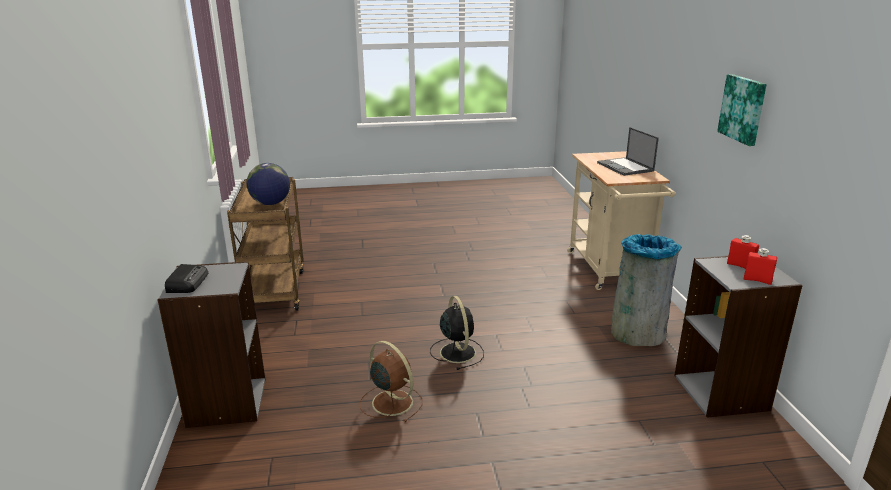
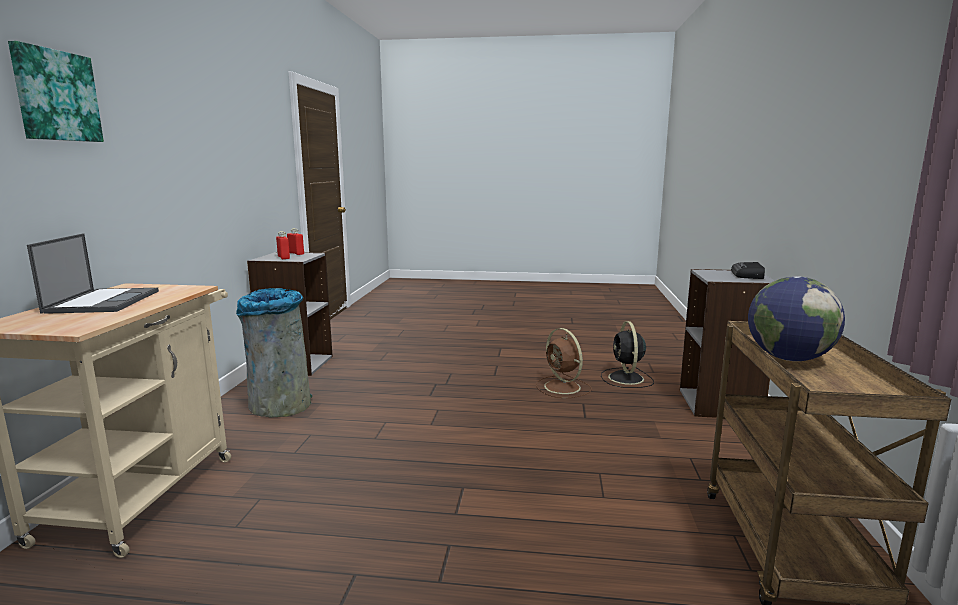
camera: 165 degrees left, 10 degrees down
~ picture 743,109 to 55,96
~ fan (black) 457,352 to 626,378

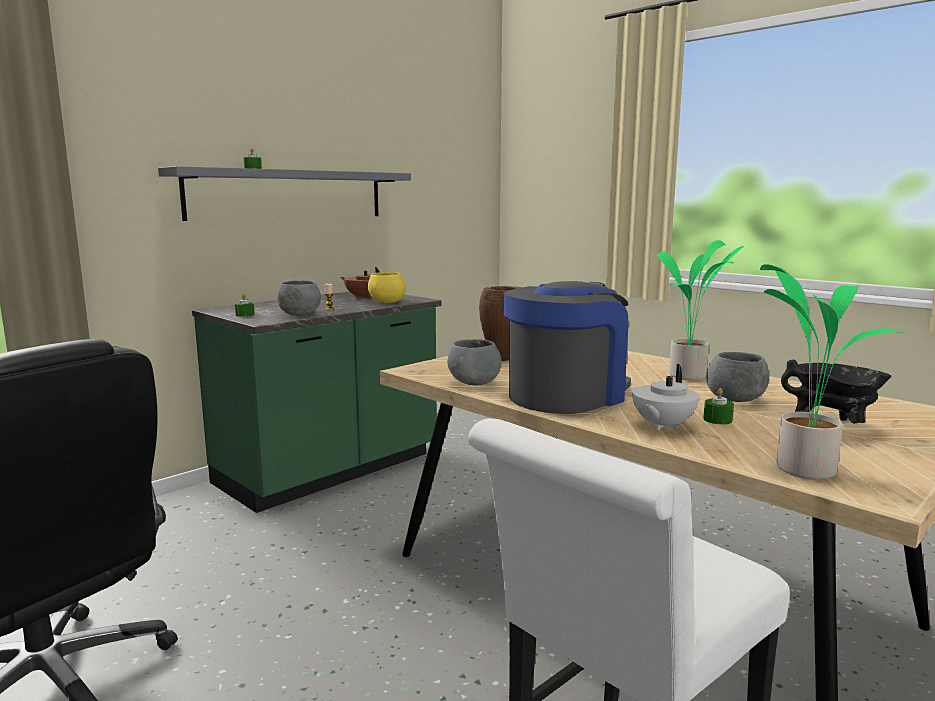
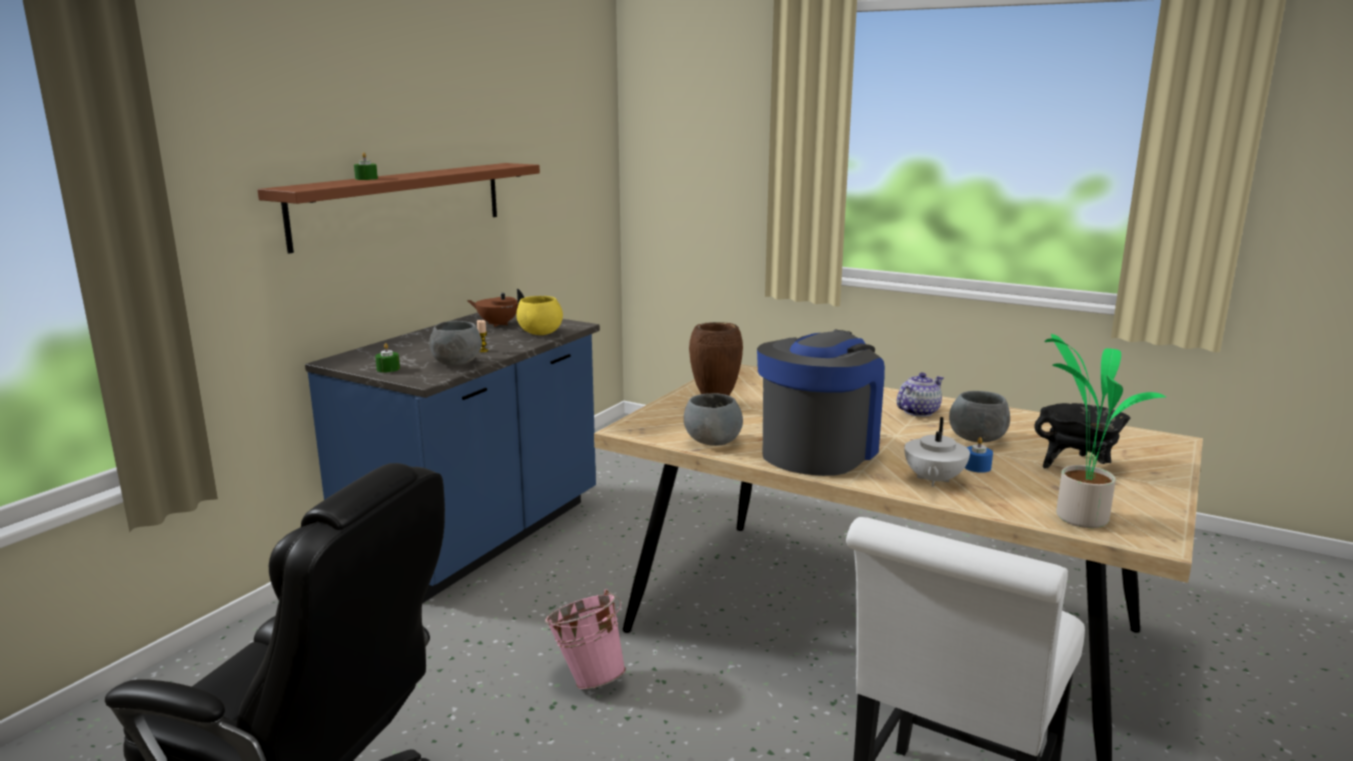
camera: 15 degrees left, 5 degrees up
~ shelf (grey) 289,194 to shelf (brown) 401,203
~ counter (green) 330,470 to counter (blue) 477,538
+ bucket (pink) 588,677
~ potted plant 690,376 to teapot 918,411
~ candle (green) 717,420 to candle (blue) 977,467

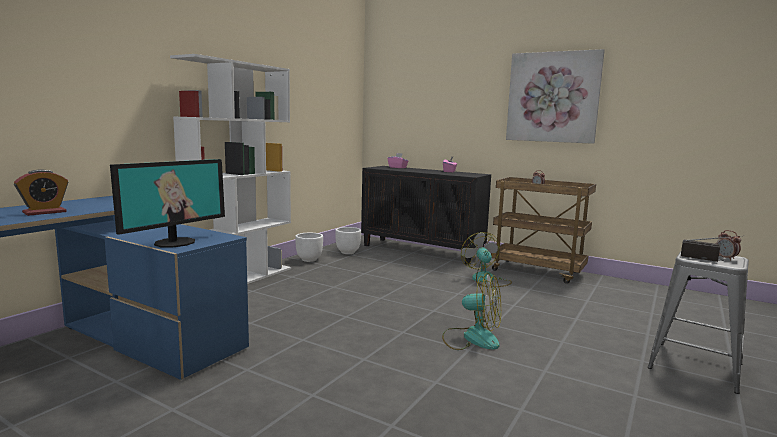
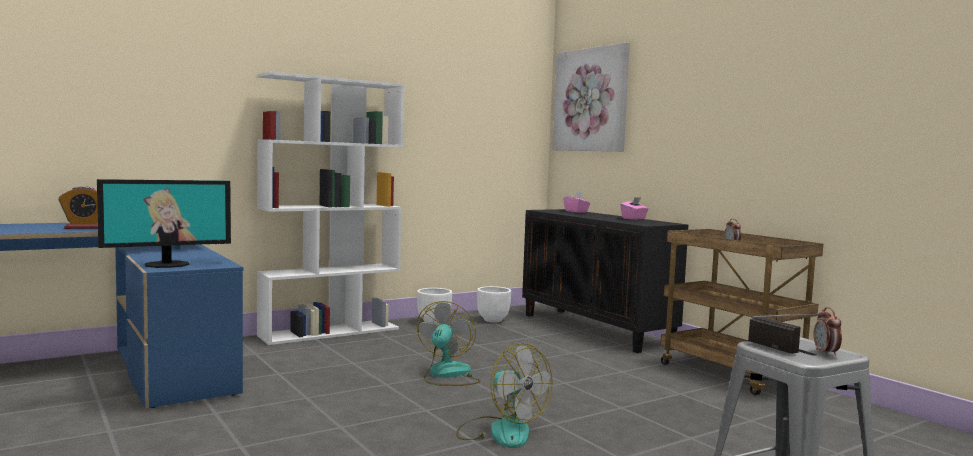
camera: 25 degrees right, 5 degrees down
~ fan 486,280 to 447,375
~ picture 552,97 to 590,100

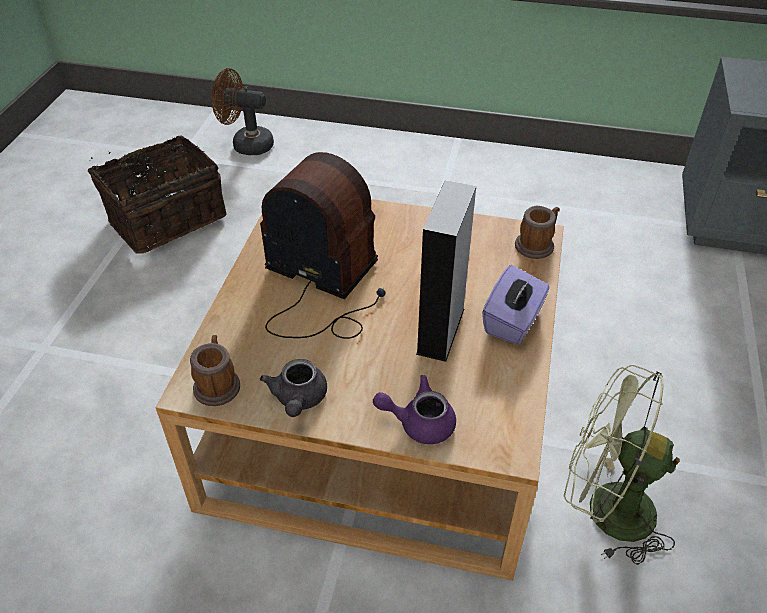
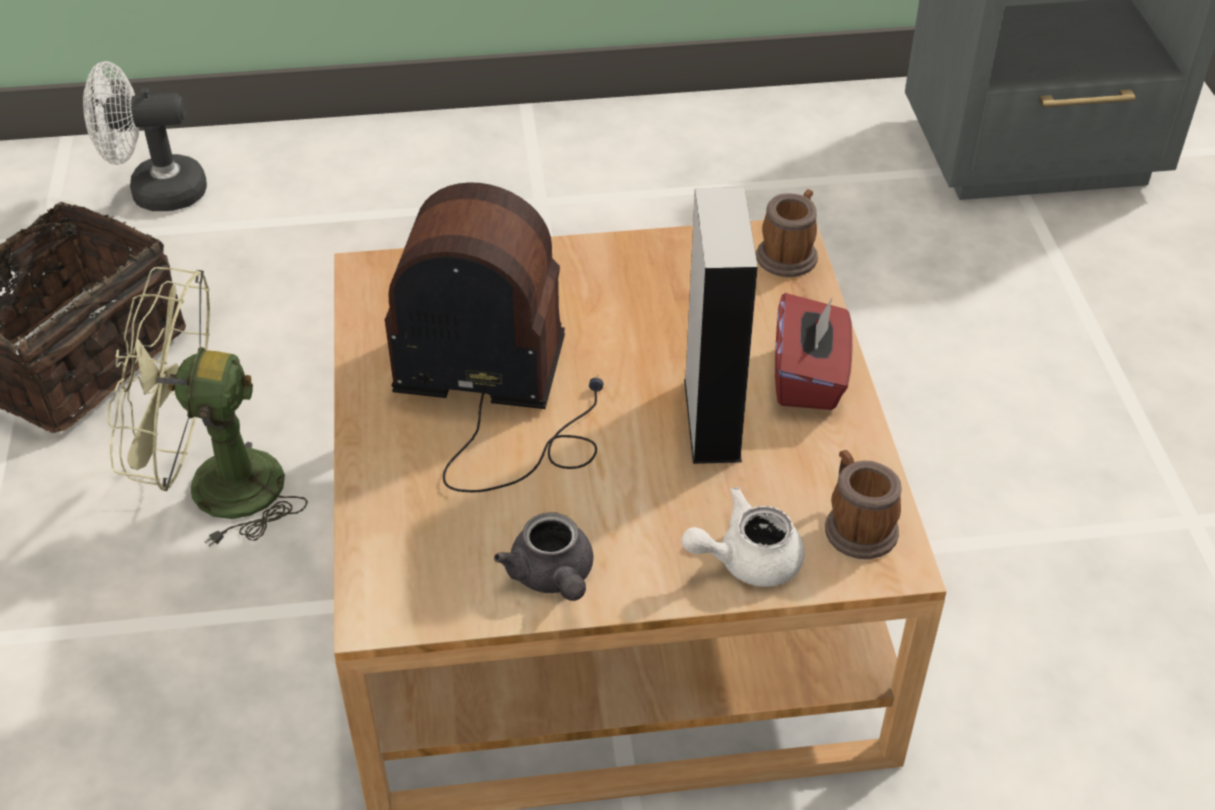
camera: 20 degrees left, 0 degrees up
~ fan (brown) 246,144 to fan (white) 155,192
~ fan (green) 605,509 to 214,488
~ teapot (purple) 419,422 to teapot (white) 746,560
~ tissue box (purple) 513,321 to tissue box (red) 809,378
~ mug 217,383 to 856,525

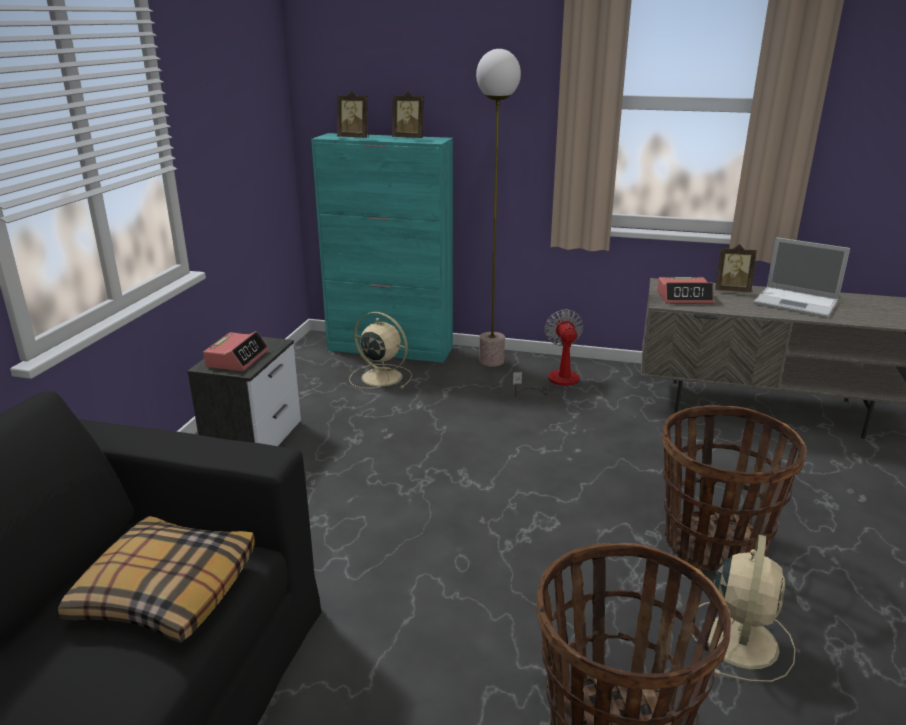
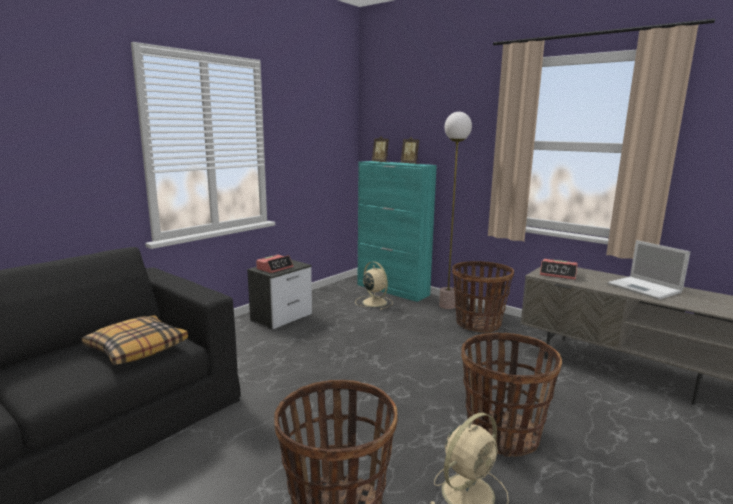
camera: 25 degrees right, 10 degrees down
~ fan 555,382 to basket 478,324
- picture frame 731,290

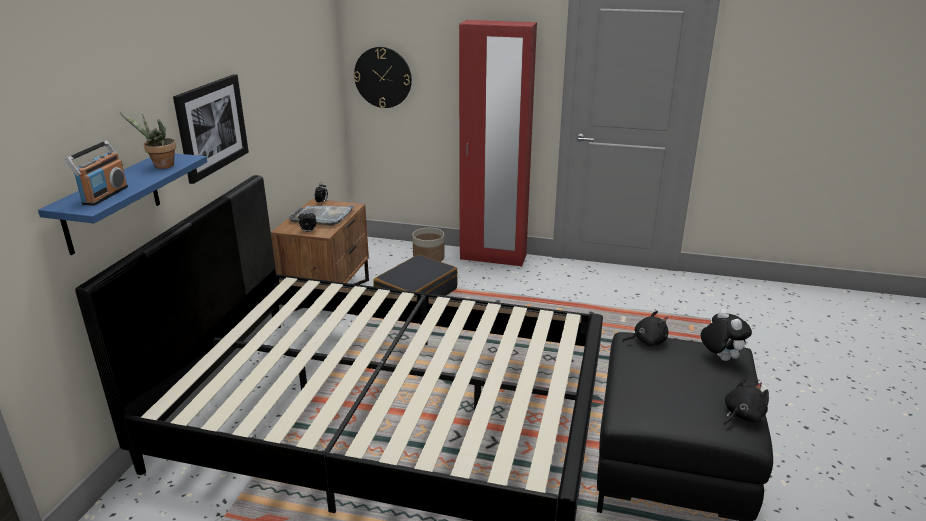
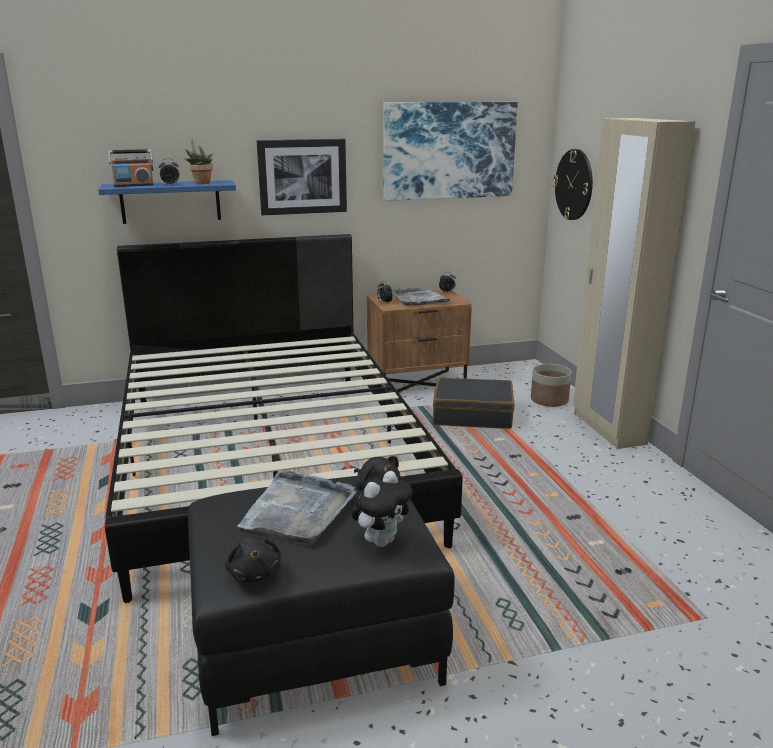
camera: 60 degrees right, 5 degrees down
+ alarm clock 170,184
~ plush toy (black) 742,415 = 254,573 45 degrees clockwise
+ tray (grey) 298,510
+ picture 449,150
~ wardrobe (red) 493,258 to wardrobe (beige) 607,428

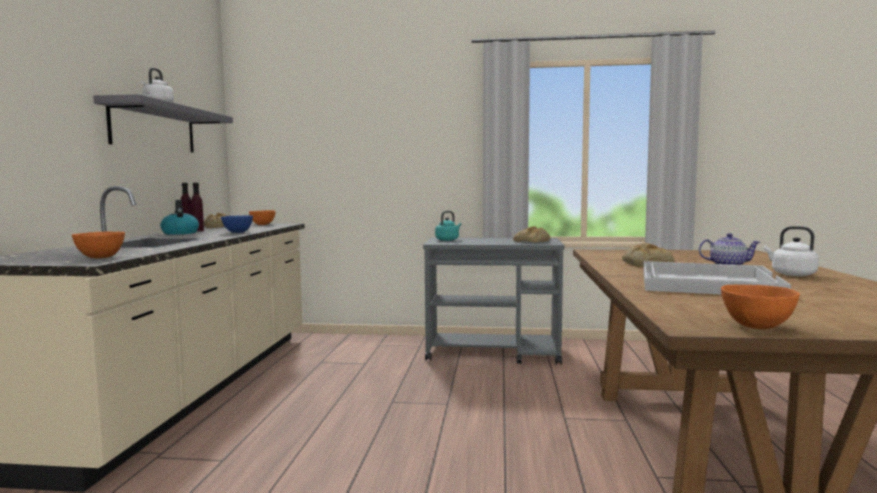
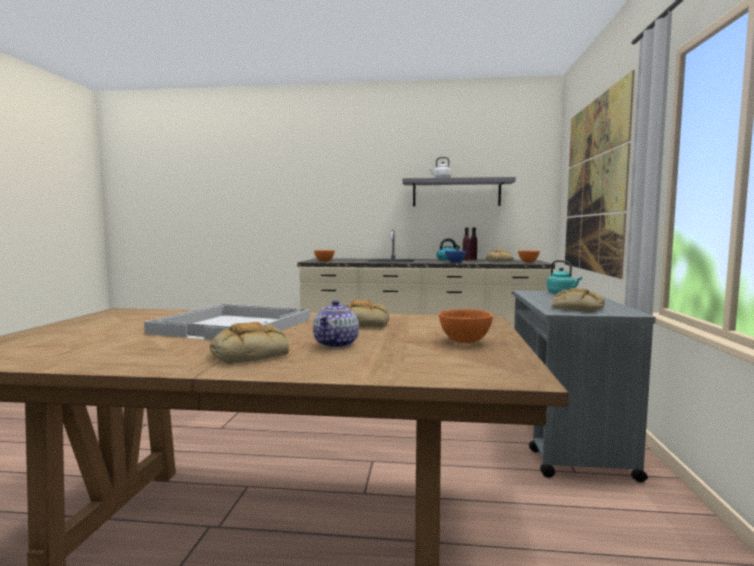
camera: 90 degrees right, 0 degrees up
~ kettle (white) 791,274 to bread 250,354
~ bowl (orange) 757,326 to 465,342
+ picture 593,186

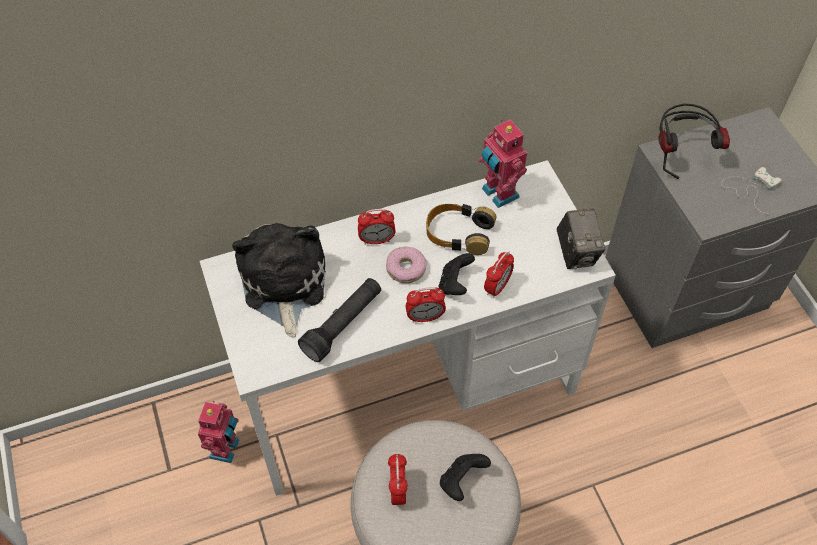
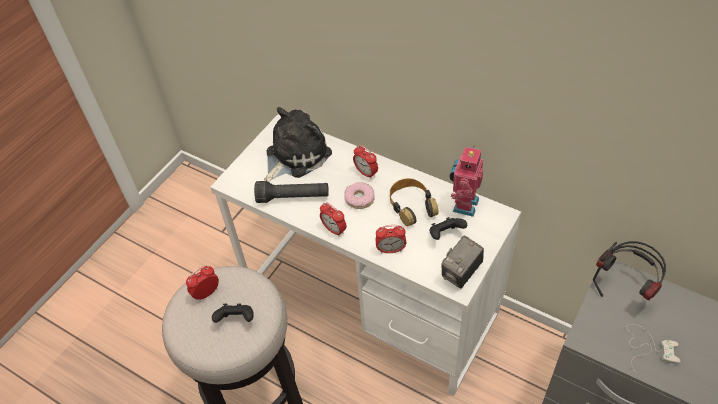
camera: 55 degrees right, 5 degrees down
~ game controller (black) 455,284 to 445,235
- toy robot 226,449

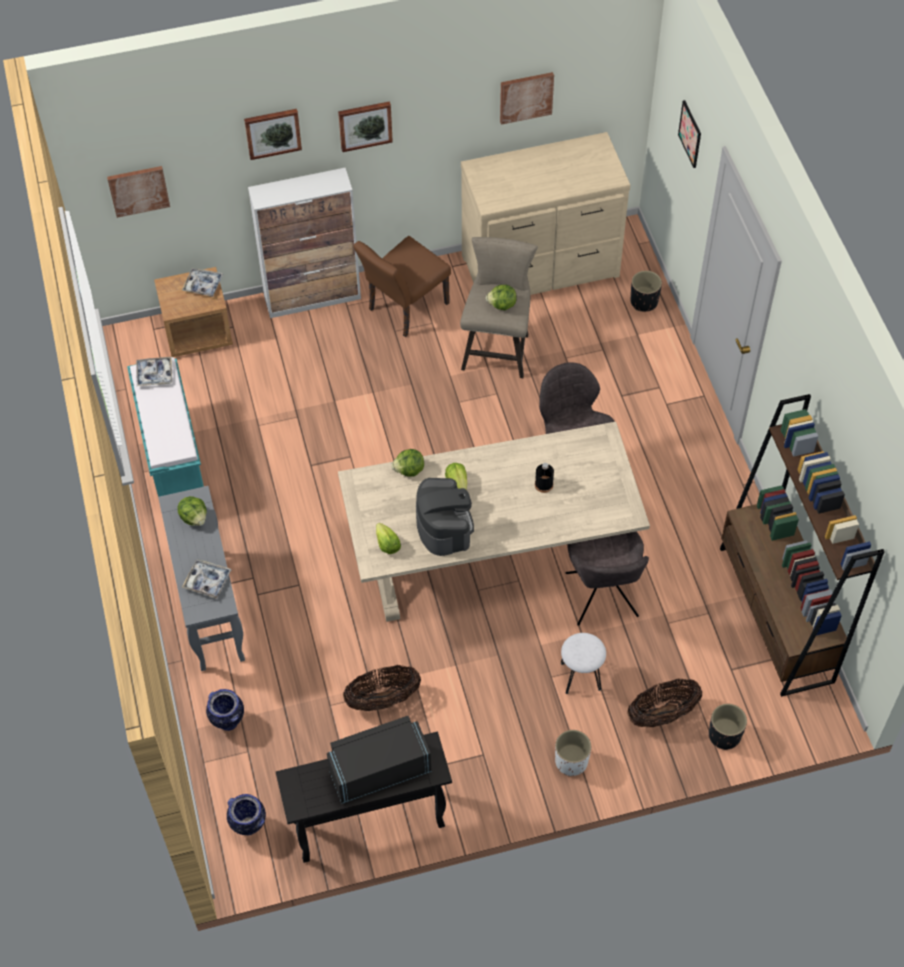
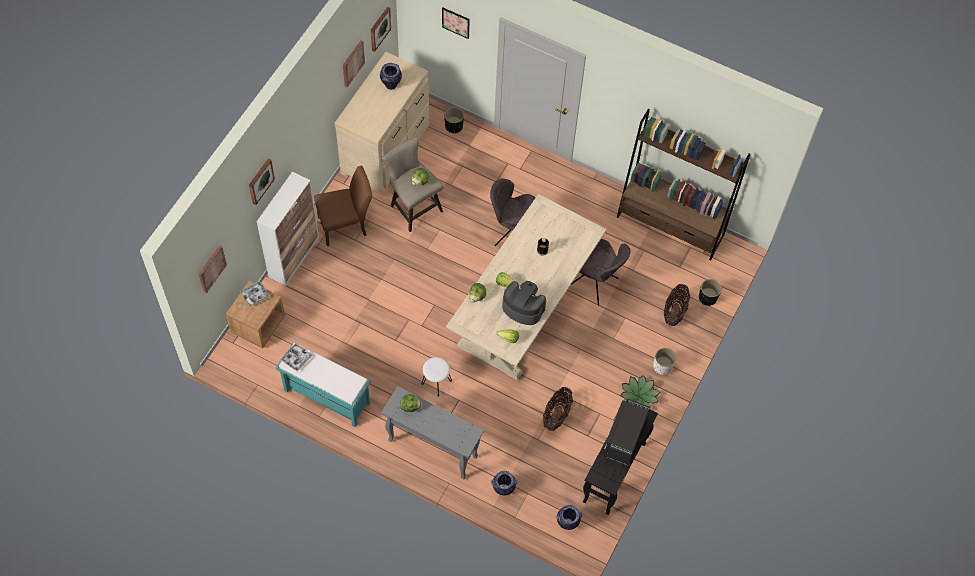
camera: 50 degrees left, 5 degrees up
~ chair (brown) 403,309 = 346,225 105 degrees counterclockwise
~ picture 365,125 to 379,28
+ vase 391,85
~ stool (white) 581,676 to 436,382
+ potted plant 639,396
- tray 207,581

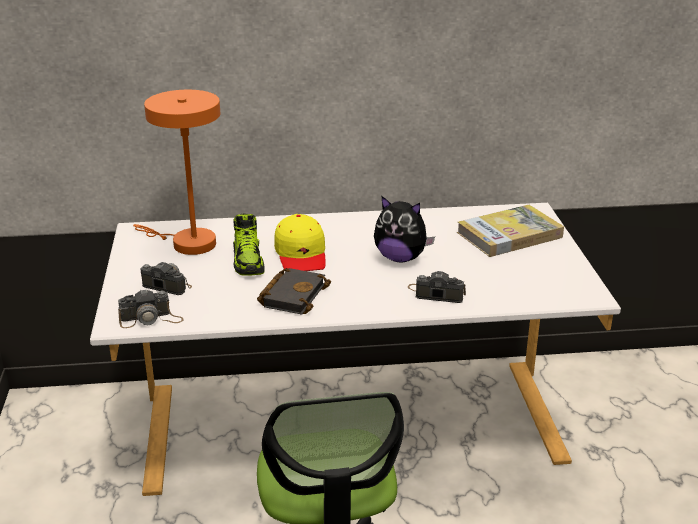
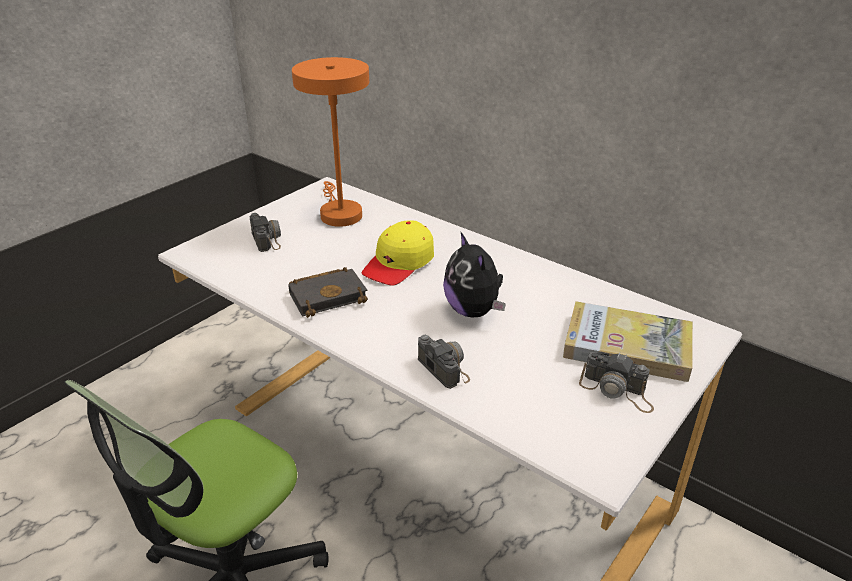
camera: 45 degrees right, 5 degrees up
~ photo camera 151,319 to 617,391
- shoe 248,262

